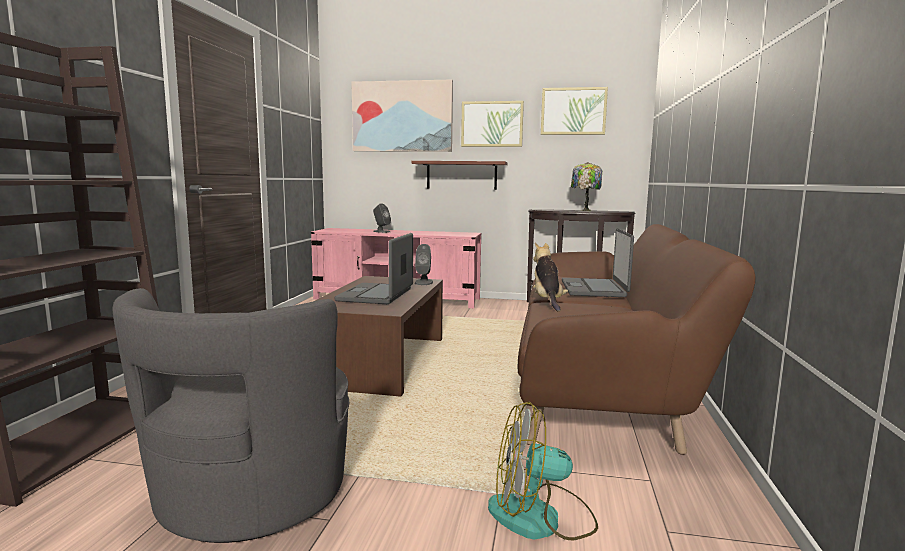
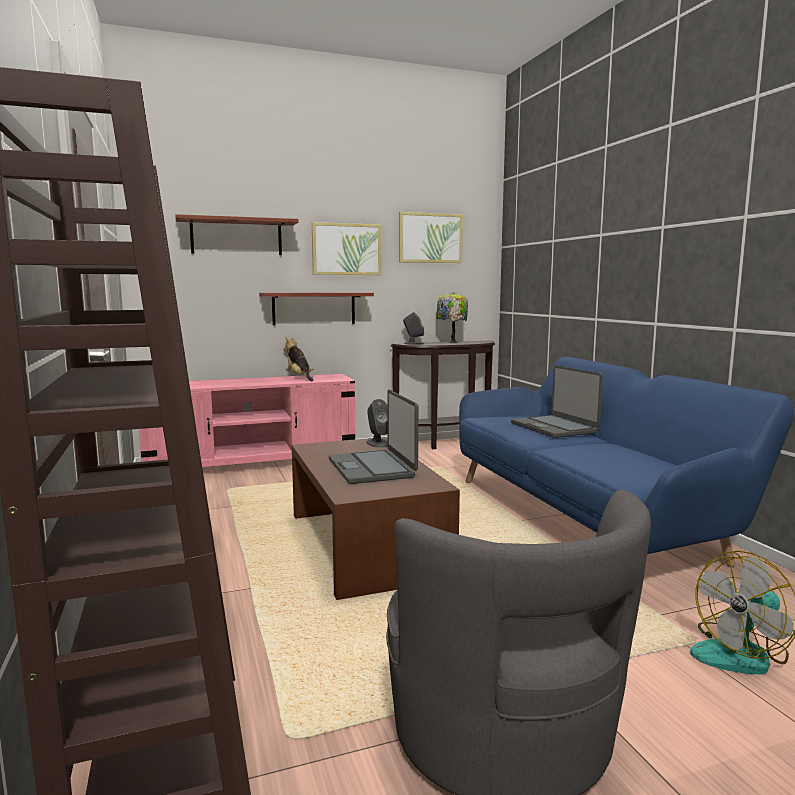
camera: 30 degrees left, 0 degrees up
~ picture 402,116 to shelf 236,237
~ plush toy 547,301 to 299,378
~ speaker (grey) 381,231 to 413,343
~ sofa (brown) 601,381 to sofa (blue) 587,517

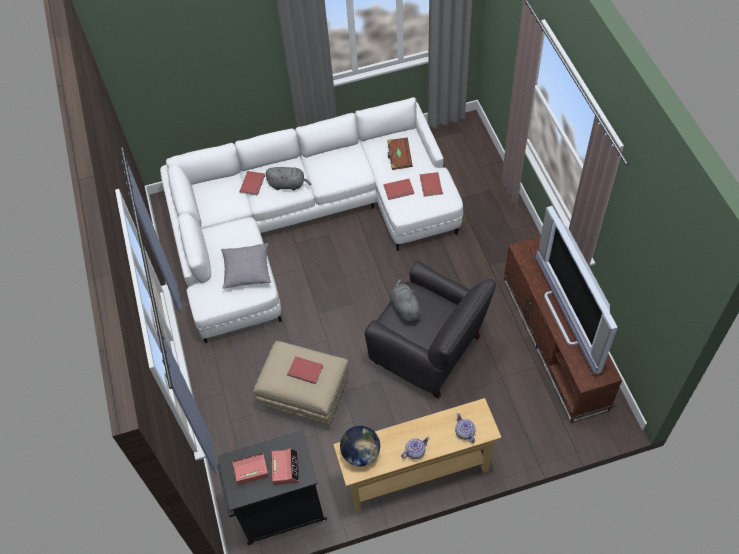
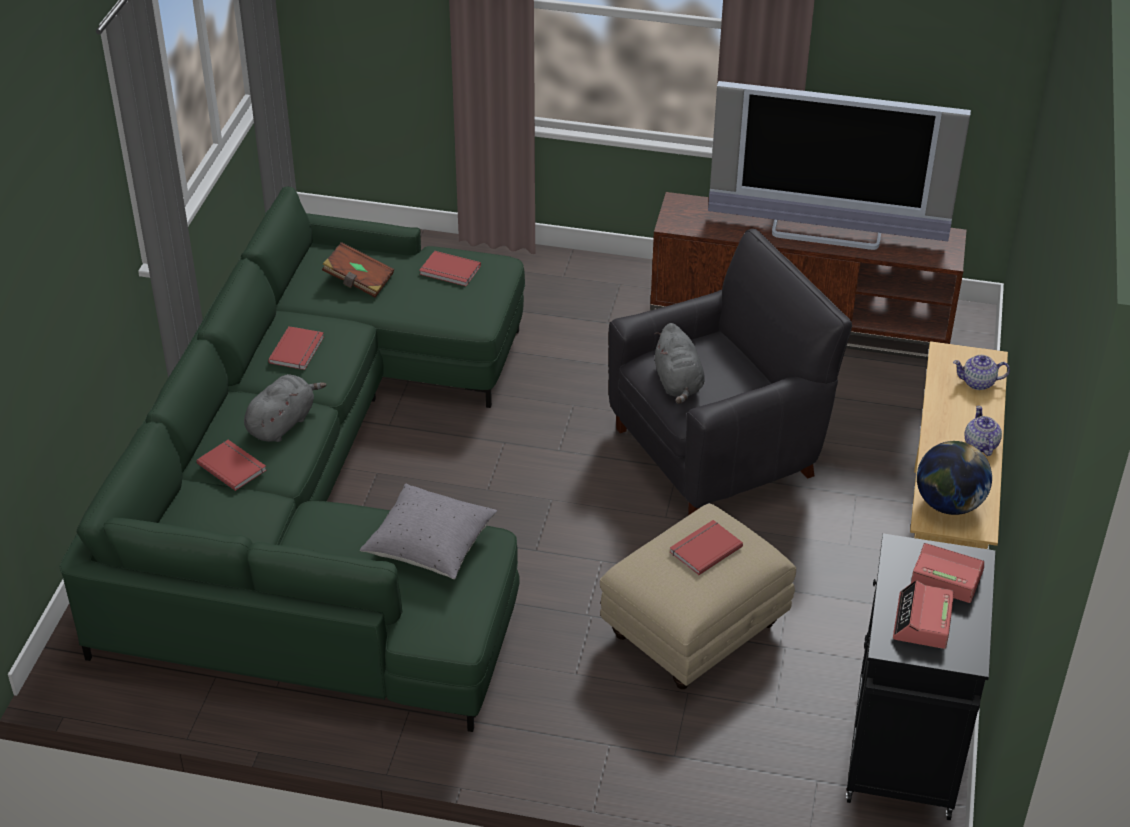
camera: 65 degrees left, 15 degrees down
~ sofa (white) 305,222 to sofa (green) 321,492
~ book (red) 399,190 to 298,350
~ plush toy (grey) 405,308 = 678,383 105 degrees counterclockwise

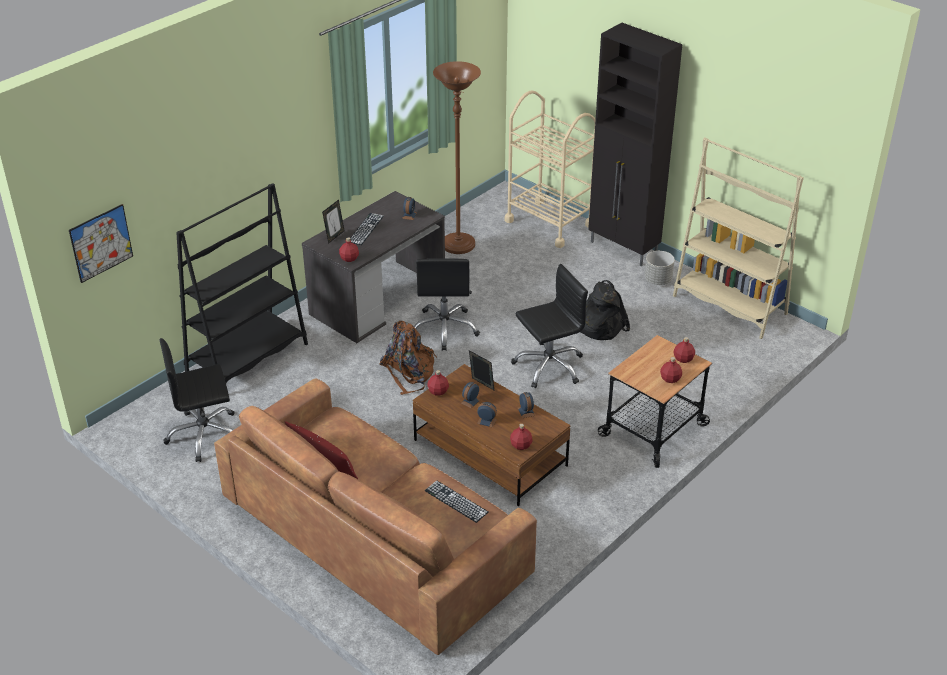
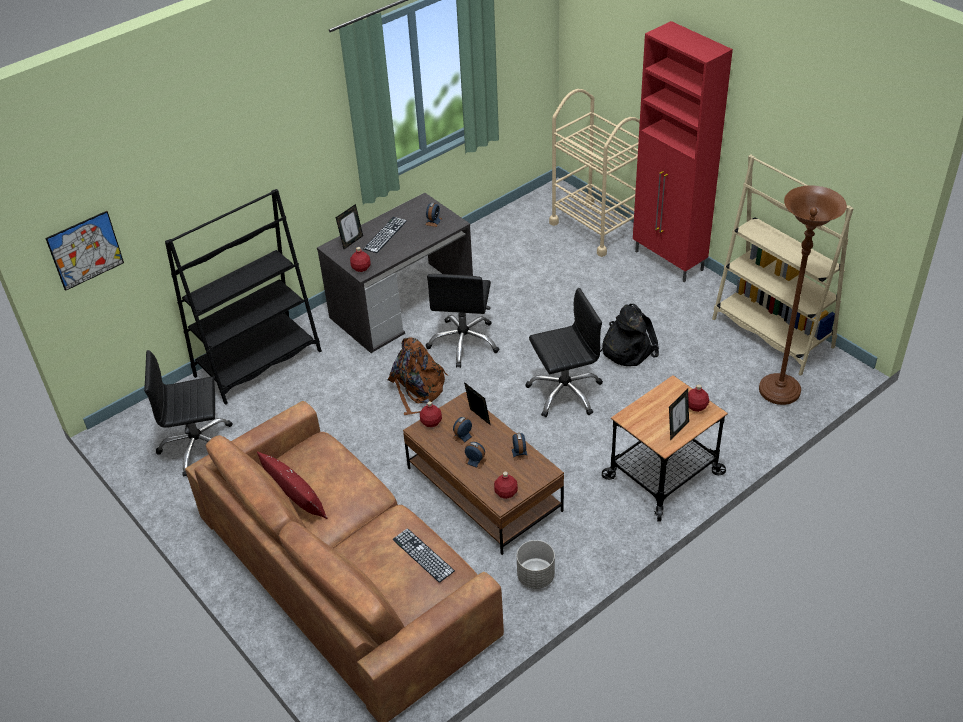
camera: 10 degrees right, 5 degrees up
~ planter (grey) 658,280 to 536,576
~ cabinet (black) 624,249 to cabinet (red) 669,261
~ bottle (red) 670,379 to picture frame 677,429
~ floor lamp (brown) 458,245 to 779,391

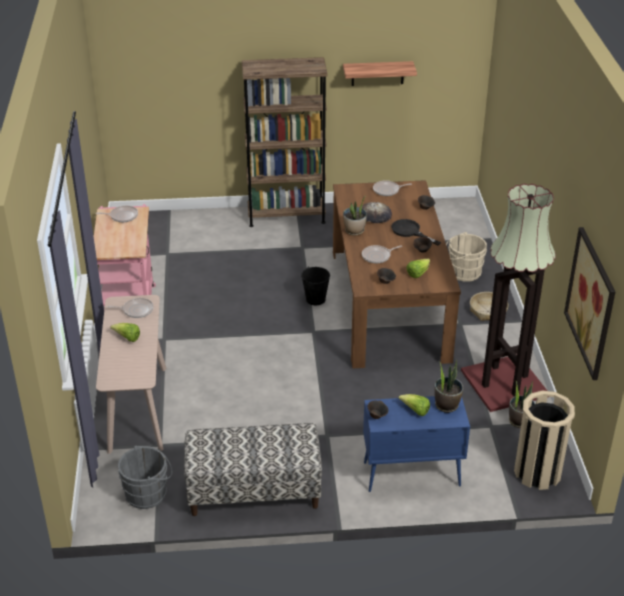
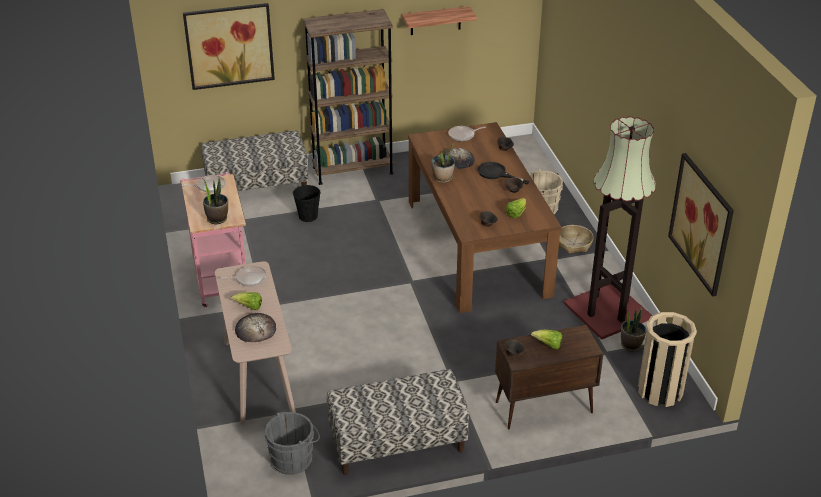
camera: 10 degrees left, 0 degrees up
+ picture 229,45
+ bench 257,187
~ potted plant 446,405 to 217,218
+ bread 255,330
~ bucket (black) 315,299 to 308,216
~ cabinet (blue) 410,474 to cabinet (brown) 543,408
- frying pan 377,256

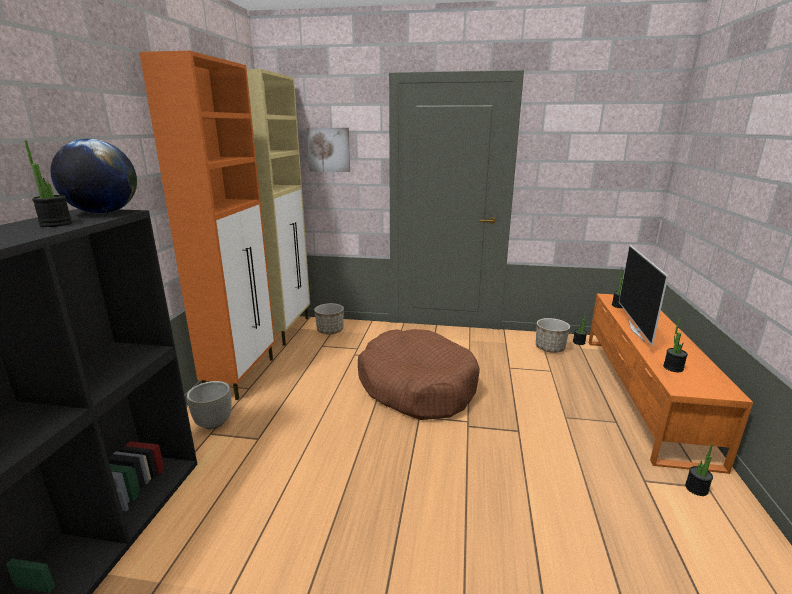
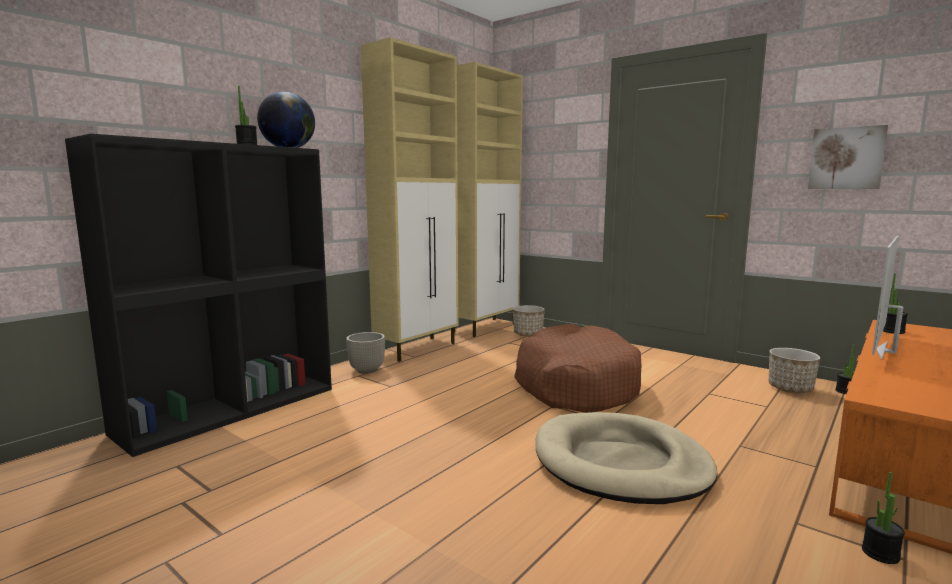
camera: 30 degrees right, 10 degrees down
~ cabinet (orange) 242,376 to cabinet (beige) 417,348
+ dog bed (beige) 620,463
~ picture 329,149 to 846,158
- potted plant 673,368

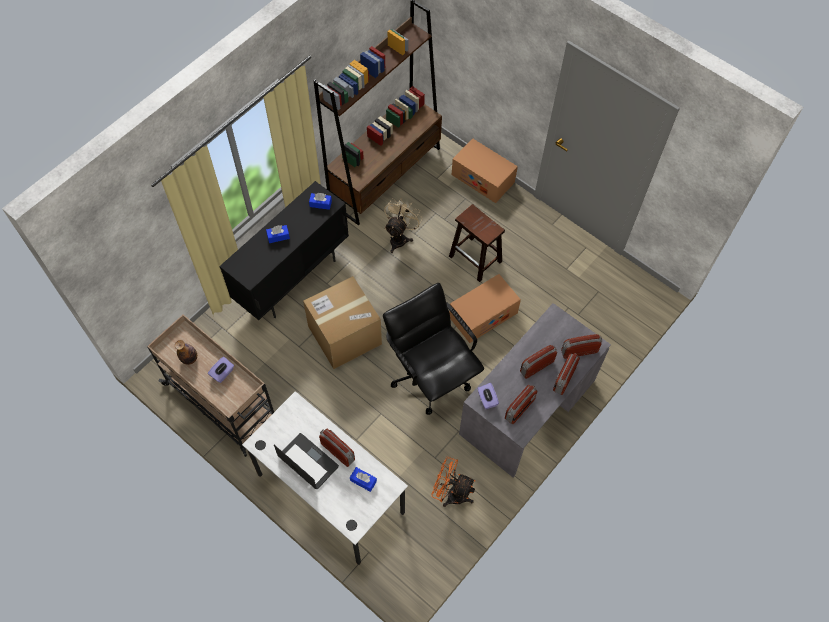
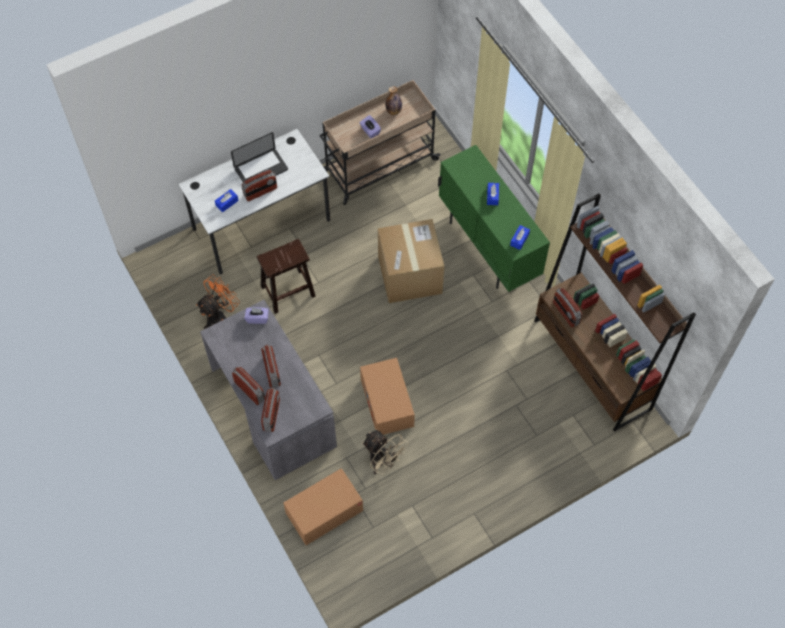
camera: 110 degrees right, 0 degrees up
~ stool (brown) 476,259 to 287,292
~ cardboard box 483,178 to 324,512
~ fan (beige) 400,237 to 383,462
~ cabinet (black) 293,279 to cabinet (green) 488,248
~ radio 520,409 to 565,313
- office chair (black) 431,375

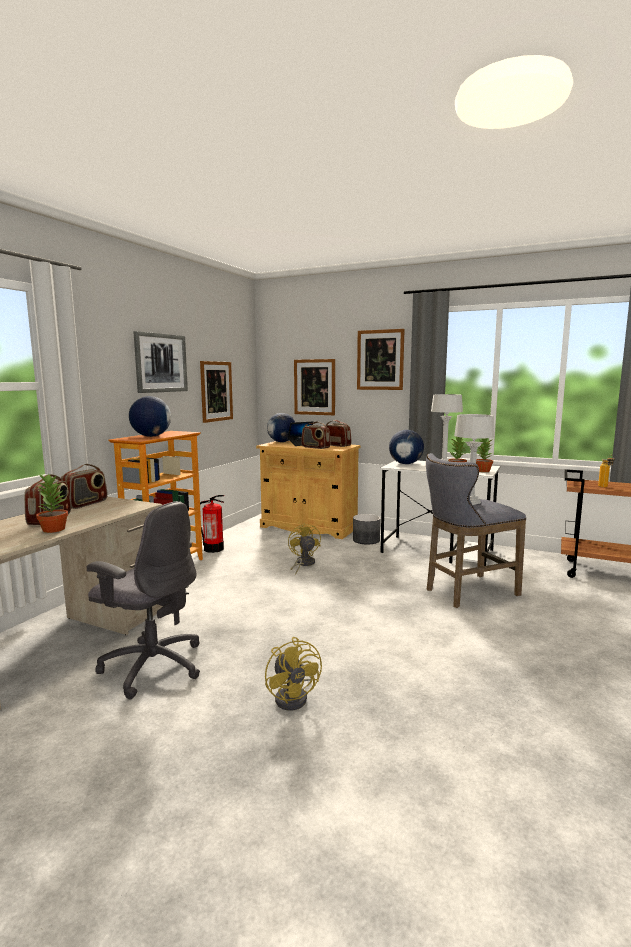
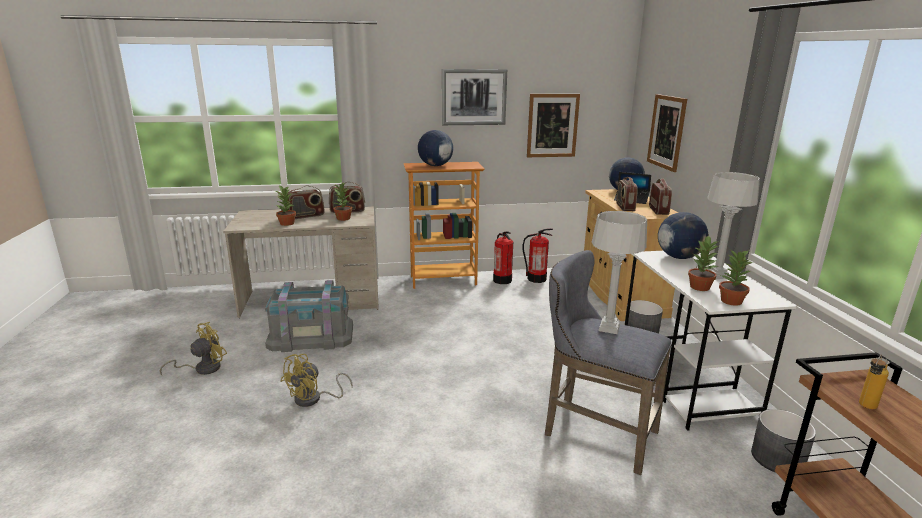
camera: 55 degrees right, 10 degrees up
~ fan (yellow) 303,564 to 202,368
~ office chair (grey) 152,665 to storage box (grey) 311,336
+ potted plant 343,218
+ fire extinguisher 536,279
+ planter (grey) 778,459
- picture 380,360

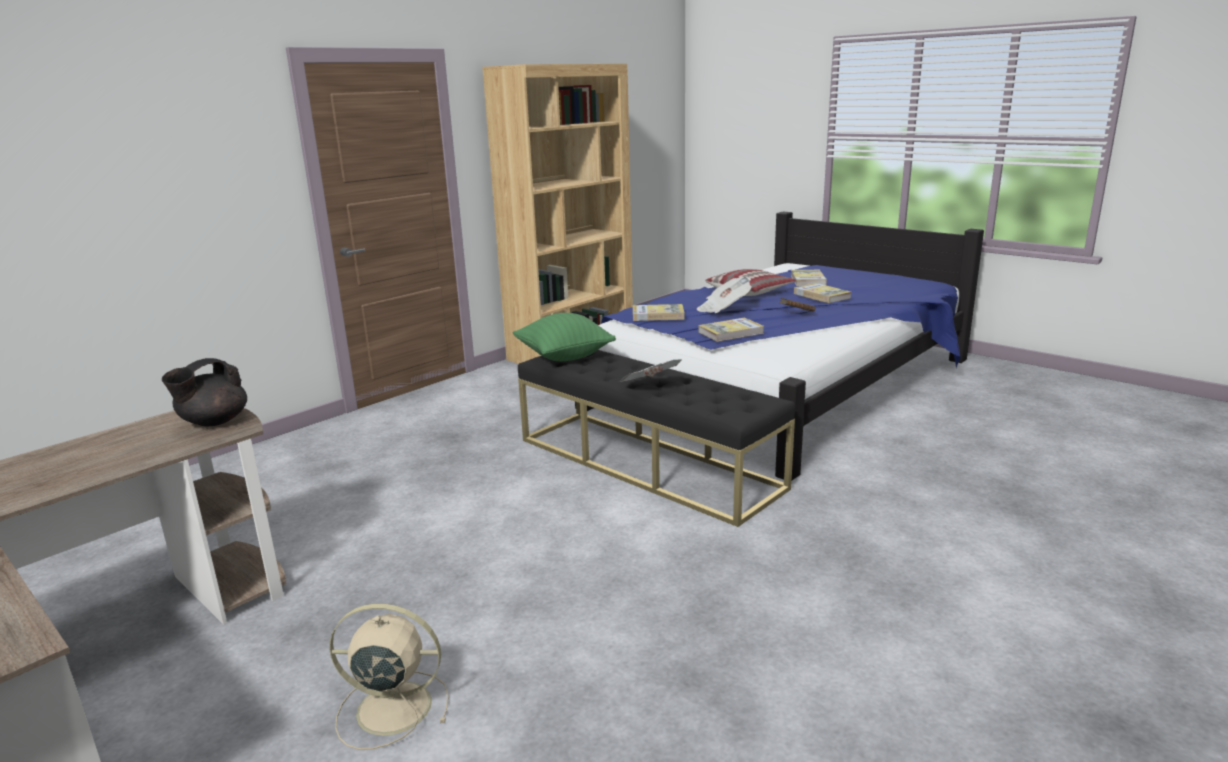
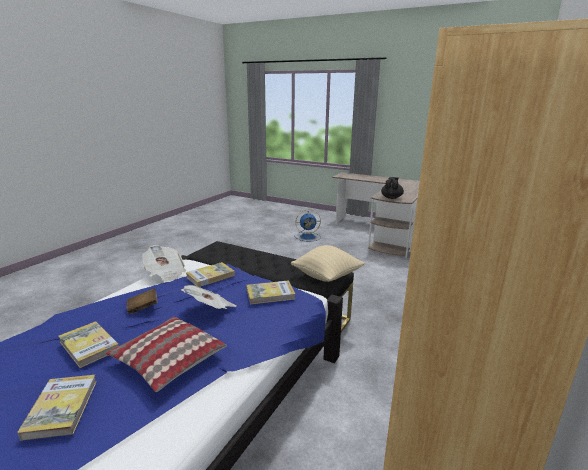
camera: 165 degrees right, 0 degrees up
~ newspaper 650,387 to 165,273
~ pillow (green) 564,356 to pillow (beige) 327,277
~ fan (beige) 390,708 to fan (blue) 308,237

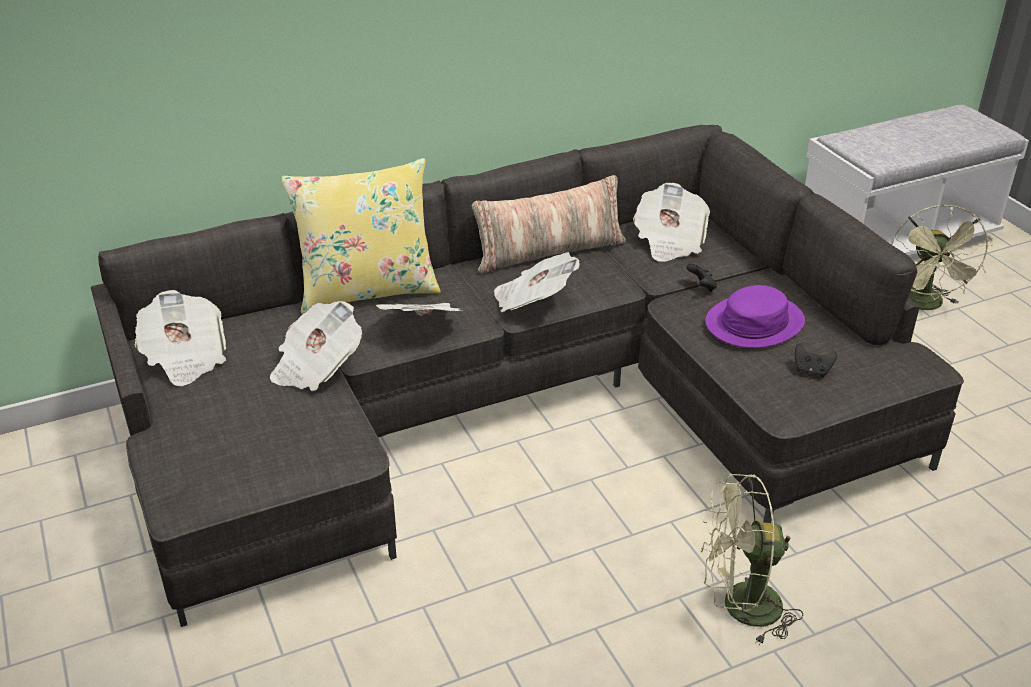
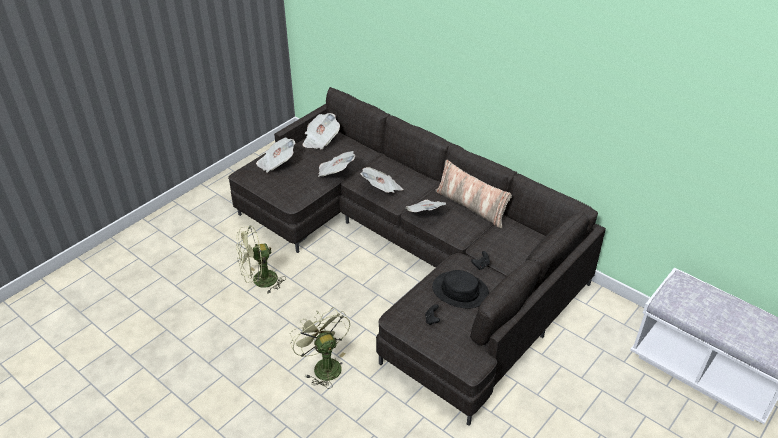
camera: 65 degrees right, 5 degrees up
~ fan (green) 925,305 to 259,281
~ newspaper 669,242 to 276,163
~ hat (purple) 754,322 to hat (black) 460,290
- pillow (yellow) 368,290

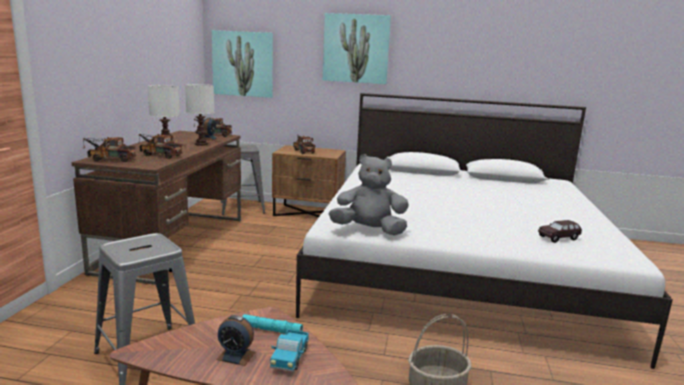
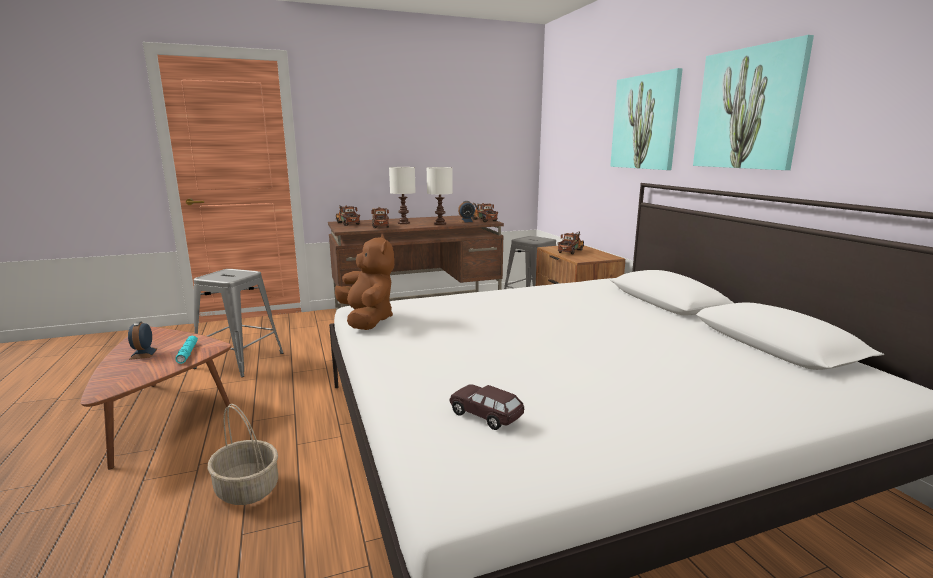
camera: 60 degrees right, 0 degrees up
~ plush toy (grey) 369,230 to plush toy (brown) 367,320
~ picture 243,64 to 747,109
- toy truck 290,359

